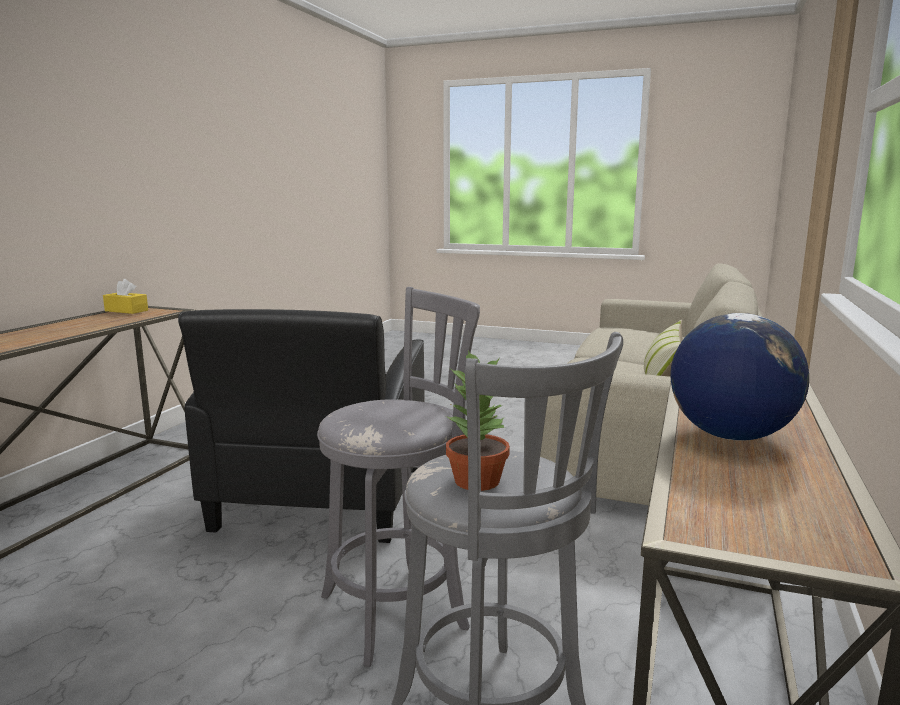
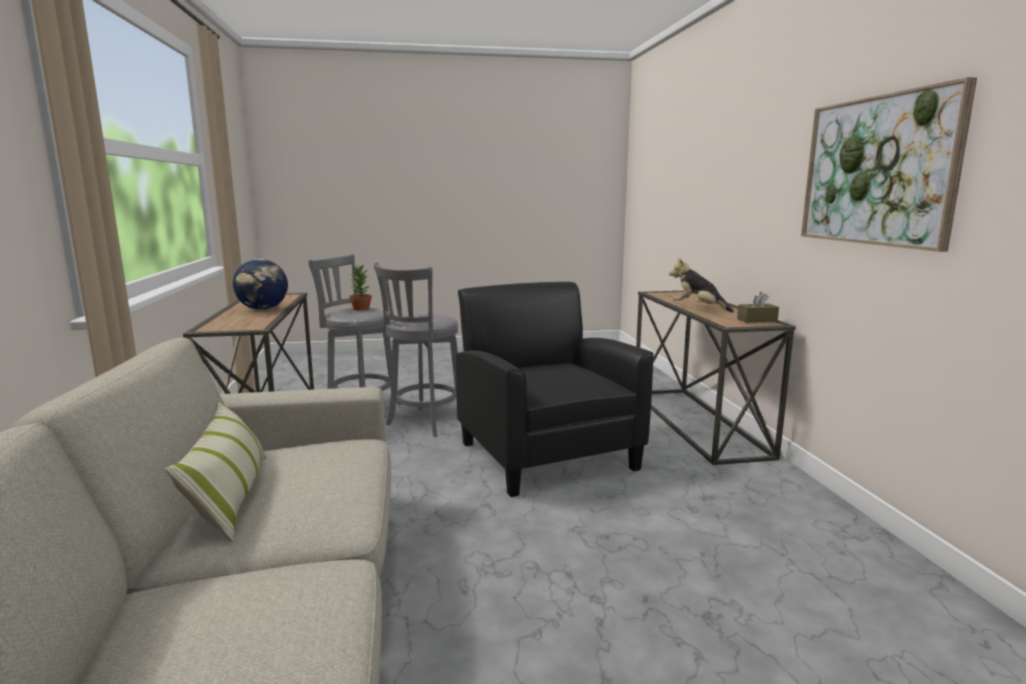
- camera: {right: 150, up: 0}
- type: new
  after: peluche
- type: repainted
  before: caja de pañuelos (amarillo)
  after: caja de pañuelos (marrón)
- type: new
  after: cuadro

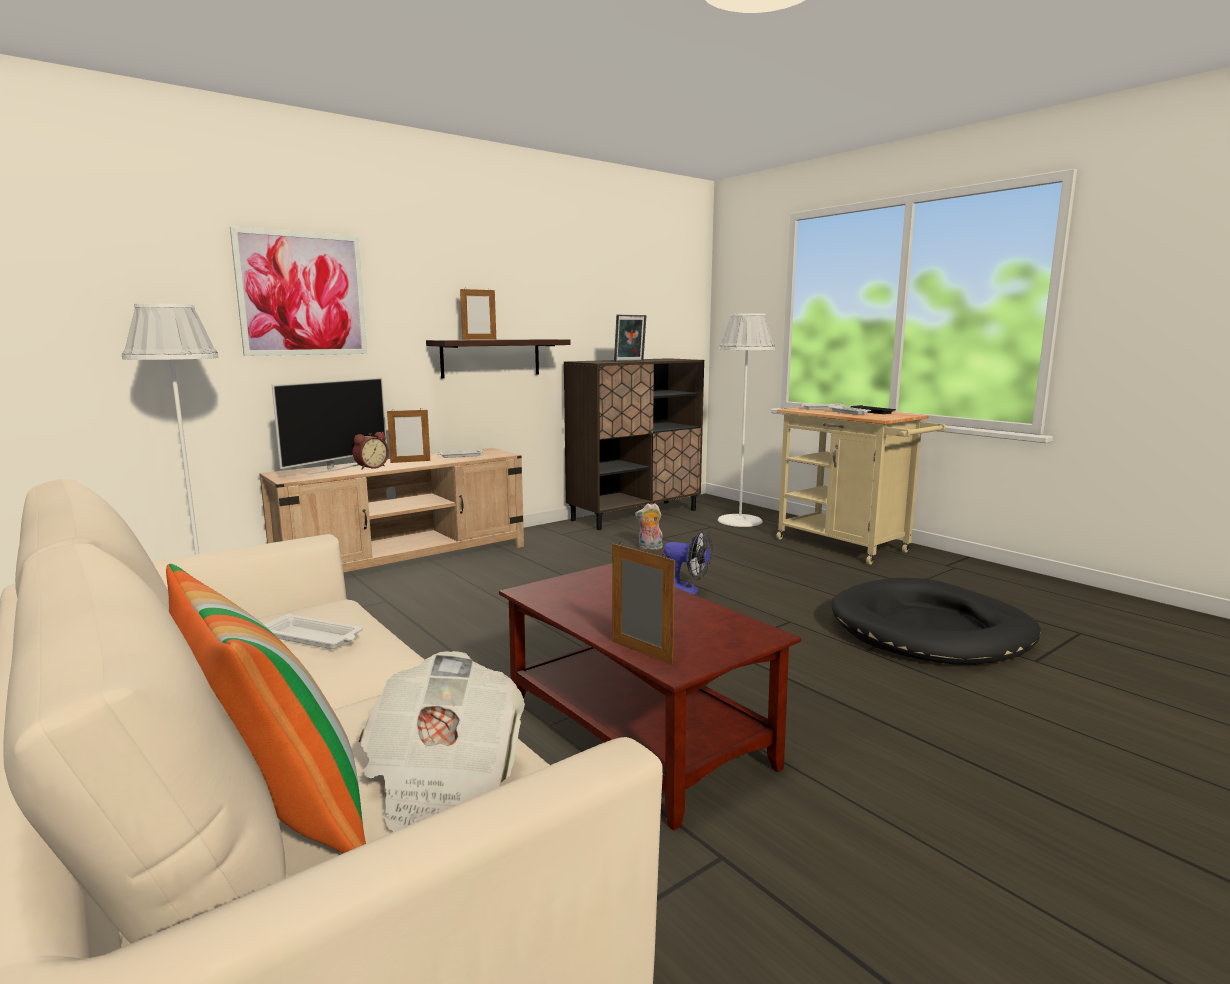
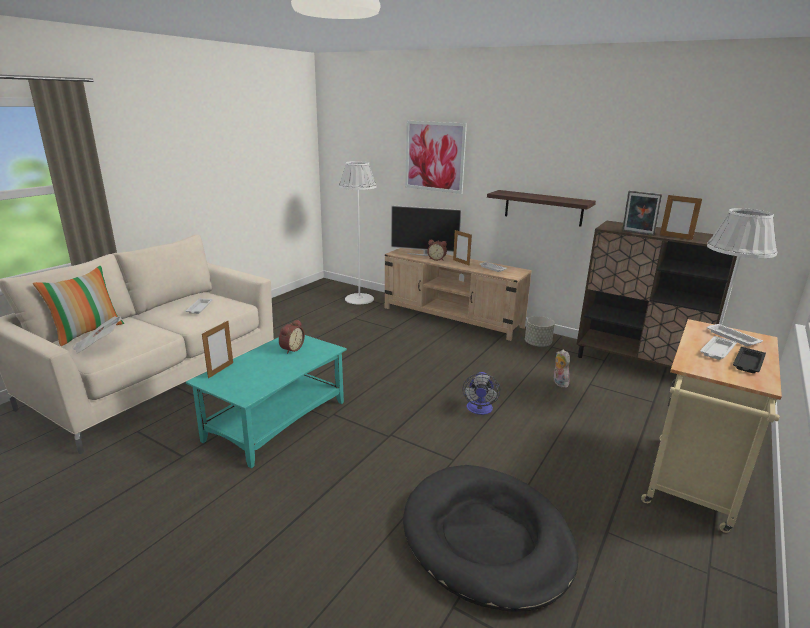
- camera: {right: 70, up: 10}
- type: repainted
  before: mesa de centro (marrón)
  after: mesa de centro (turquesa)
- type: new
  after: despertador (no. 1 from left)
- type: new
  after: maceta (gris)
- type: shifted
  before: portarretratos (no. 2 from left in the first image)
  after: portarretratos (no. 4 from left)

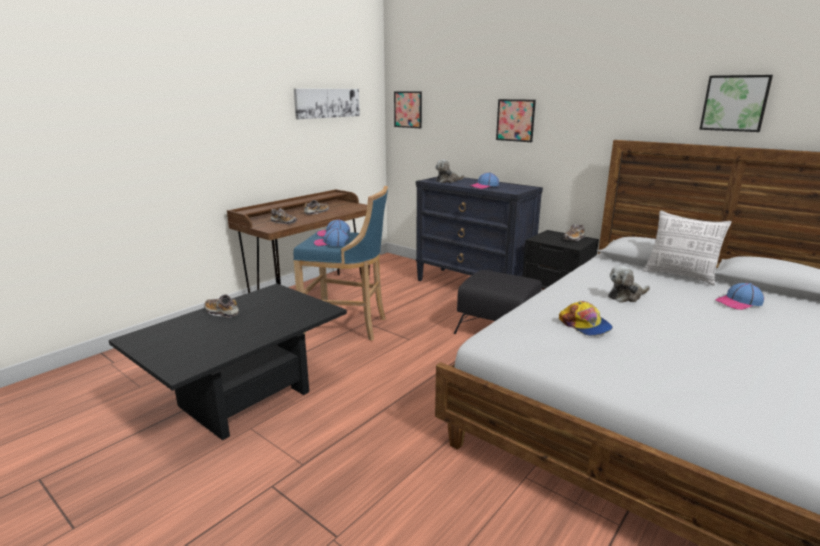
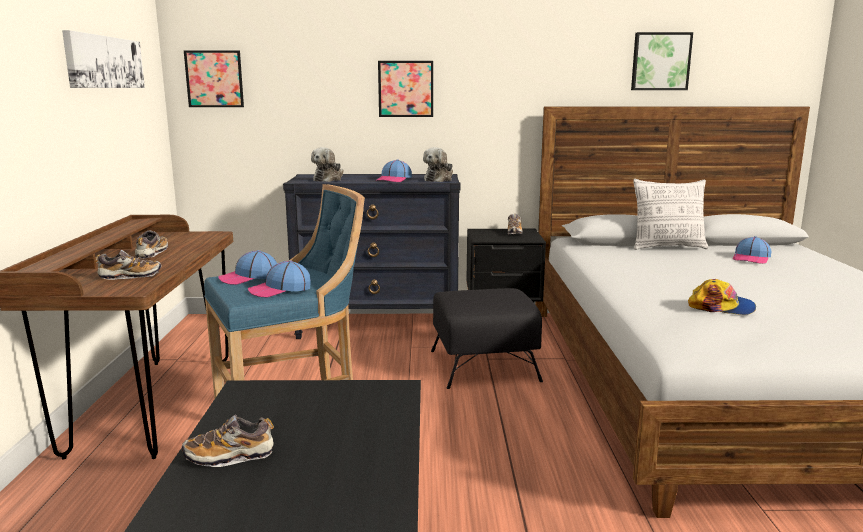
- camera: {right: -40, up: -5}
- type: shifted
  before: peluche (no. 2 from left)

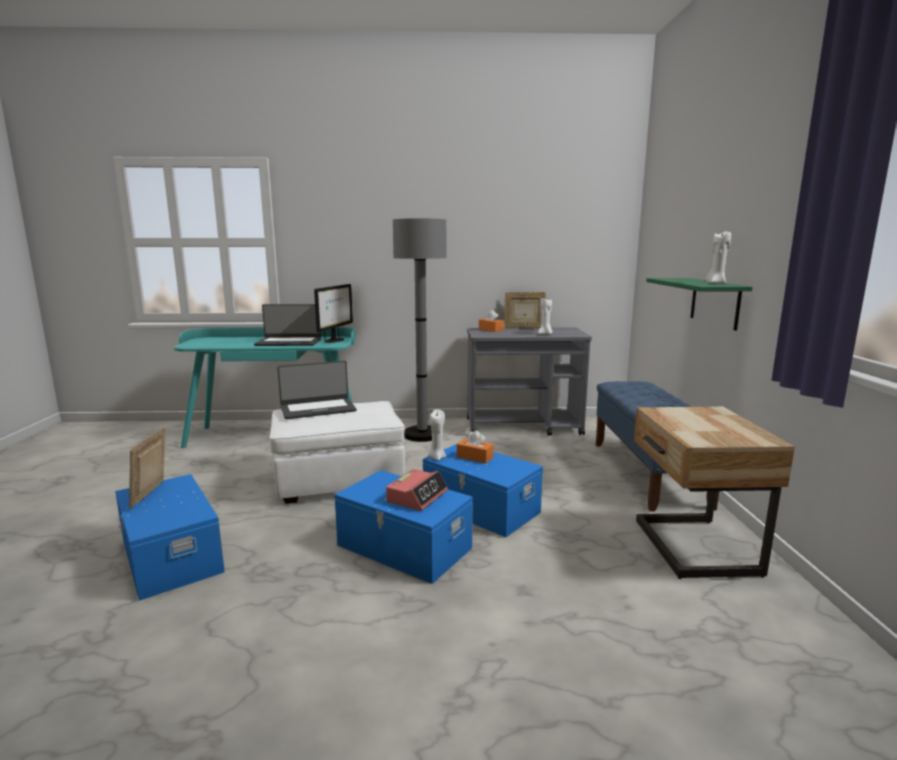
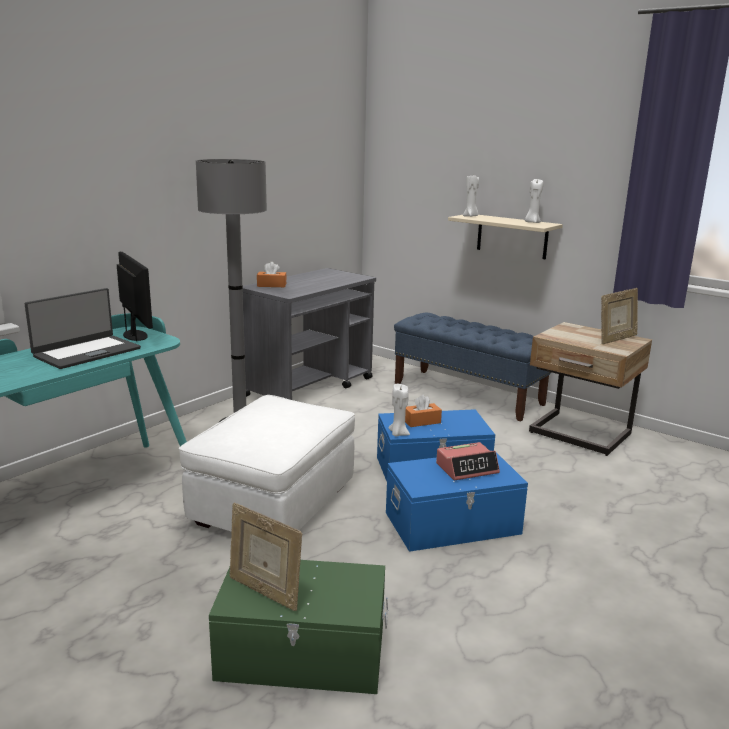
- camera: {right: -50, up: 5}
- type: repainted
  before: caja de almacenaje (azul) (no. 1 from left)
  after: caja de almacenaje (verde)
- type: rotated
  before: despertador
  turn: 90
- type: repainted
  before: estante (verde)
  after: estante (beis)
- type: shifted
  before: vela (blanco) (no. 2 from left)
- type: shifted
  before: portarretratos (no. 2 from left)
- type: gone
  before: portátil (no. 2 from left)

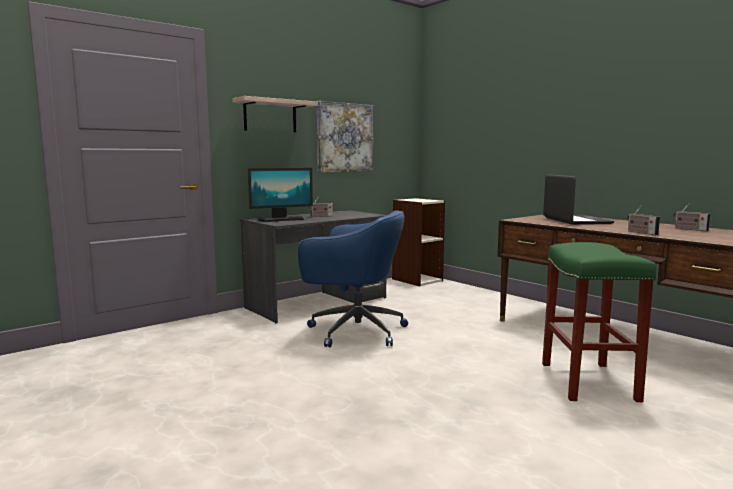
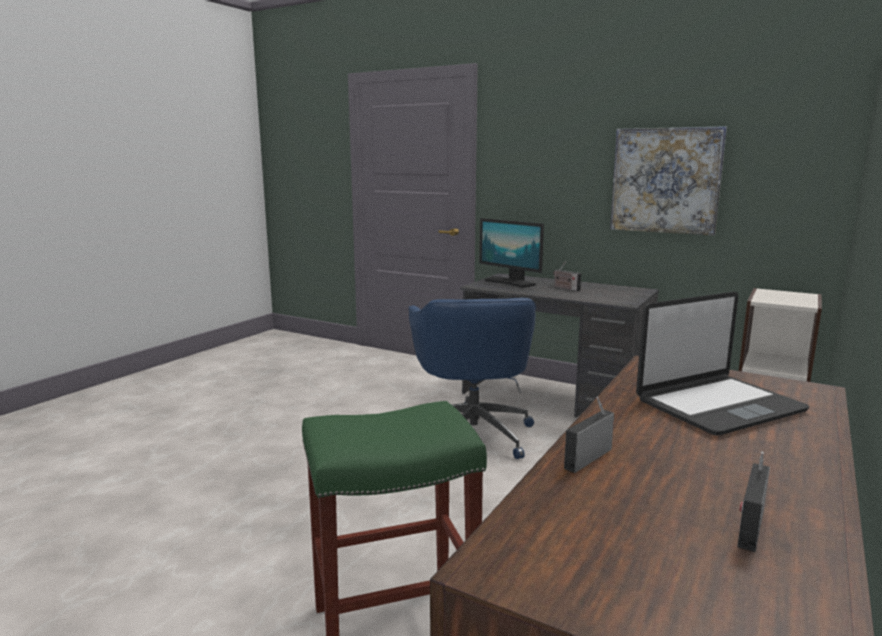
- camera: {right: 70, up: 5}
- type: gone
  before: estante

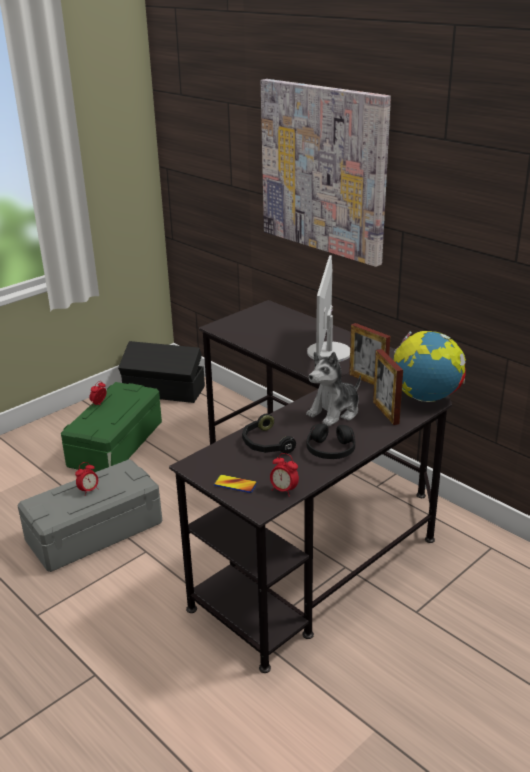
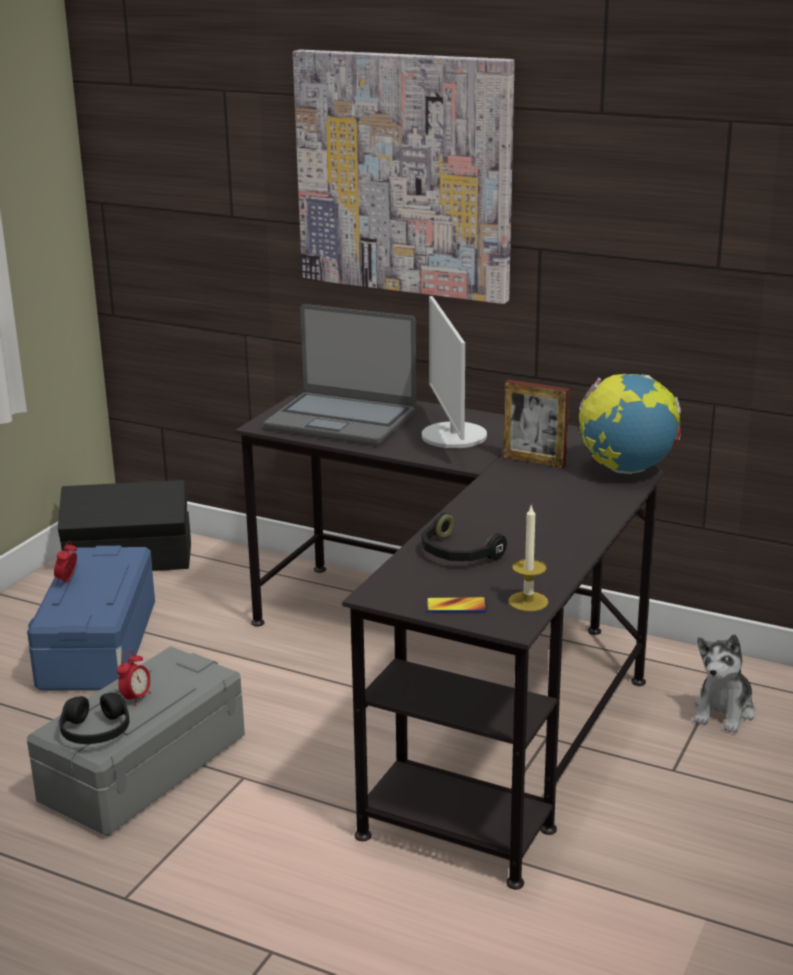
- camera: {right: -20, up: -5}
- type: repainted
  before: caja de almacenaje (verde)
  after: caja de almacenaje (azul)
- type: shifted
  before: auriculares (negro) (no. 2 from left in the first image)
  after: auriculares (negro) (no. 1 from left)
- type: new
  after: portátil
- type: swapped
  before: despertador (no. 3 from left)
  after: vela
- type: shifted
  before: peluche
- type: gone
  before: portarretratos (no. 2 from left)

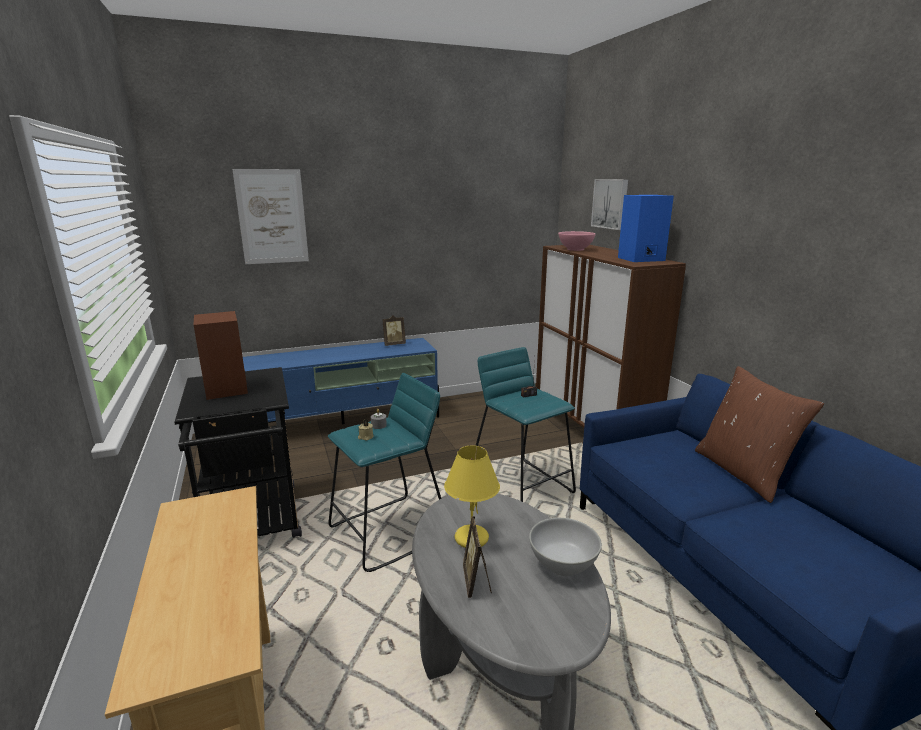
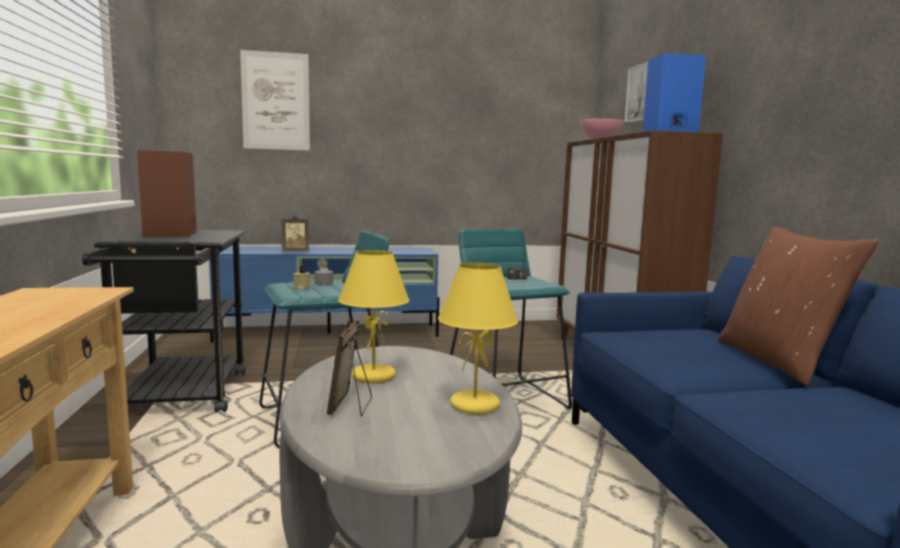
- camera: {right: 10, up: -10}
- type: shifted
  before: portarretratos (no. 1 from left)
- type: swapped
  before: cuenco (blanco)
  after: lámpara de mesa (amarillo) (no. 2 from left)

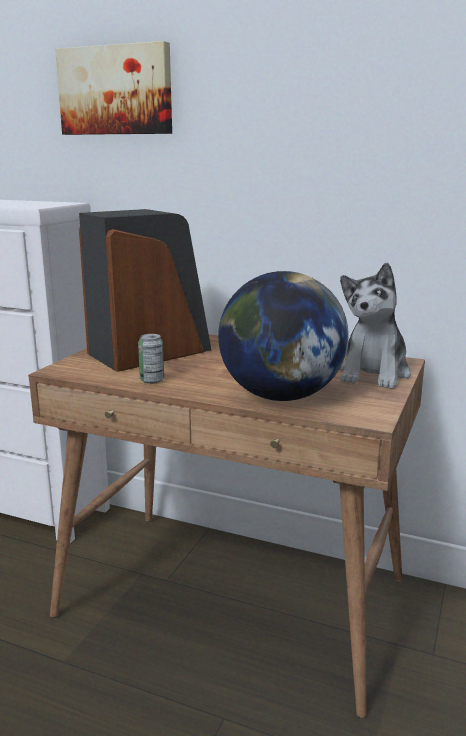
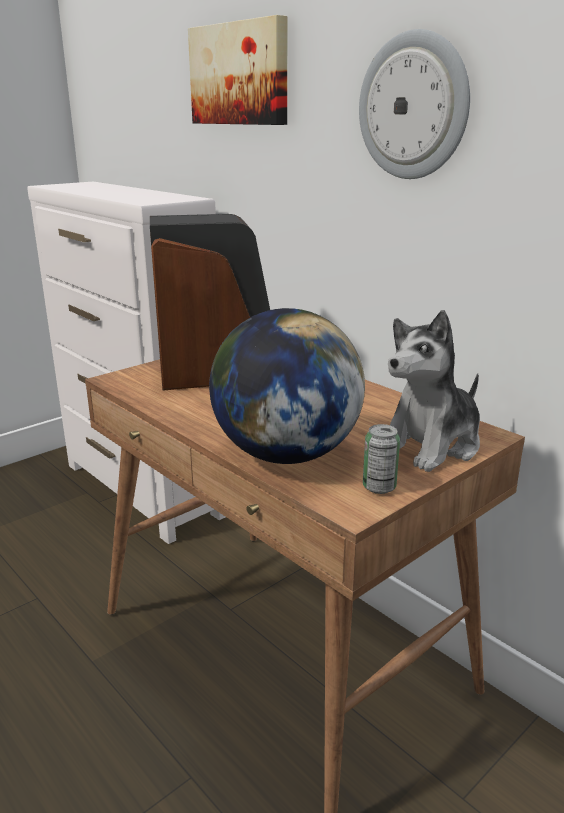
- camera: {right: 25, up: 5}
- type: new
  after: reloj de pared
- type: shifted
  before: lata

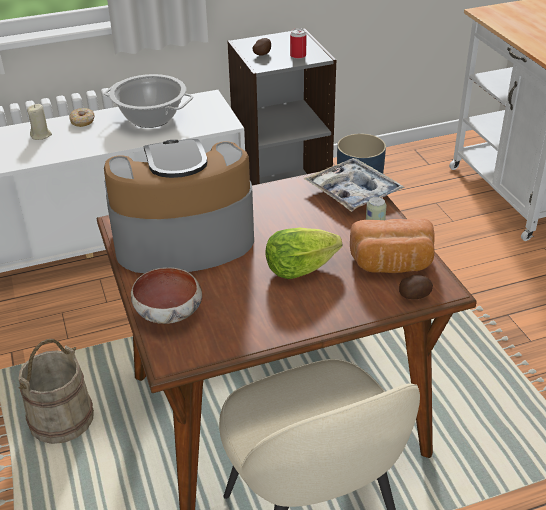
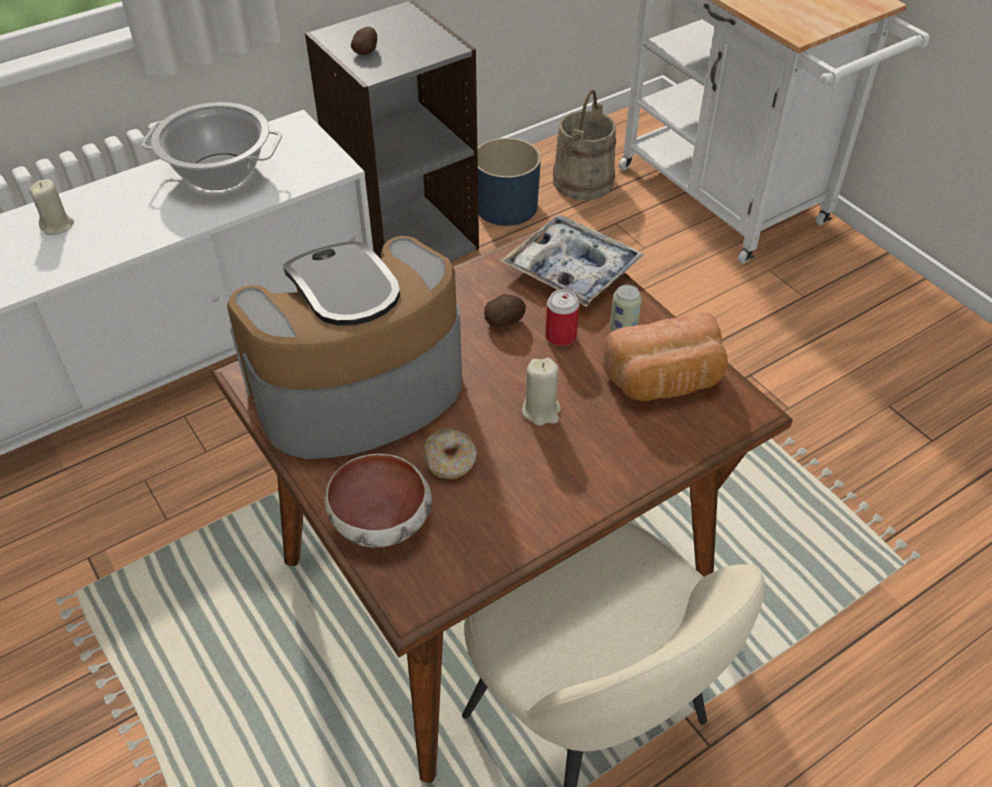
- camera: {right: -15, up: 10}
- type: shifted
  before: rosquilla
- type: shifted
  before: patata (no. 2 from left)
- type: swapped
  before: lechuga
  after: vela (beis) (no. 2 from left)
- type: shifted
  before: lata (no. 1 from left)
- type: shifted
  before: cubo (beis)

